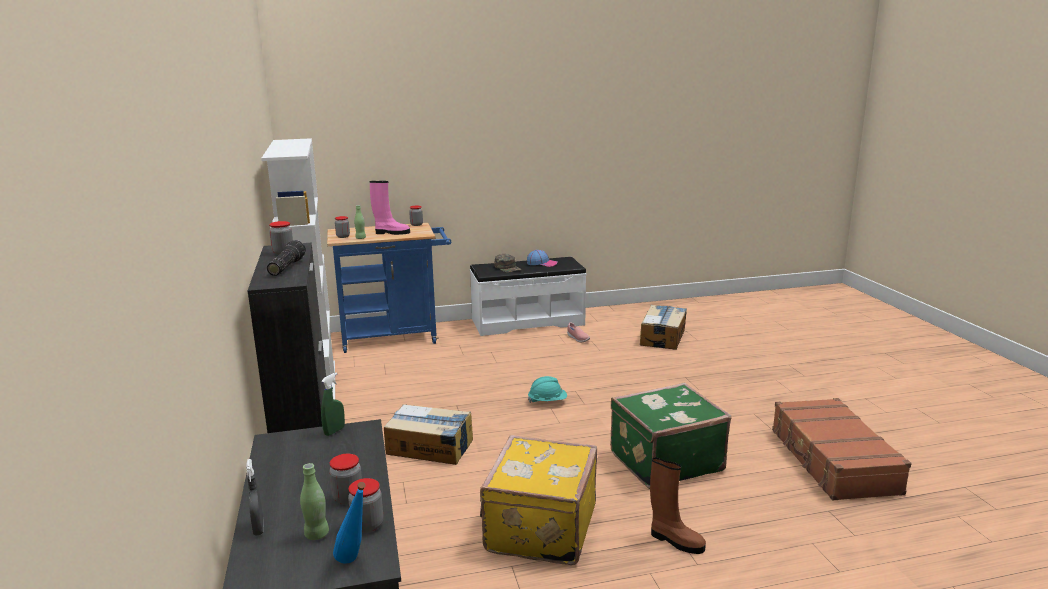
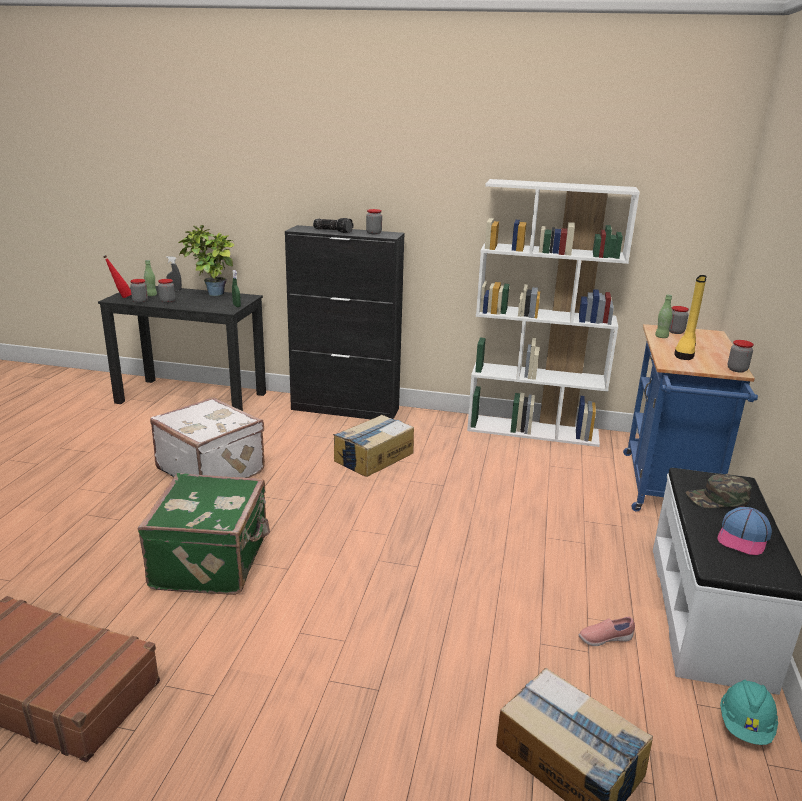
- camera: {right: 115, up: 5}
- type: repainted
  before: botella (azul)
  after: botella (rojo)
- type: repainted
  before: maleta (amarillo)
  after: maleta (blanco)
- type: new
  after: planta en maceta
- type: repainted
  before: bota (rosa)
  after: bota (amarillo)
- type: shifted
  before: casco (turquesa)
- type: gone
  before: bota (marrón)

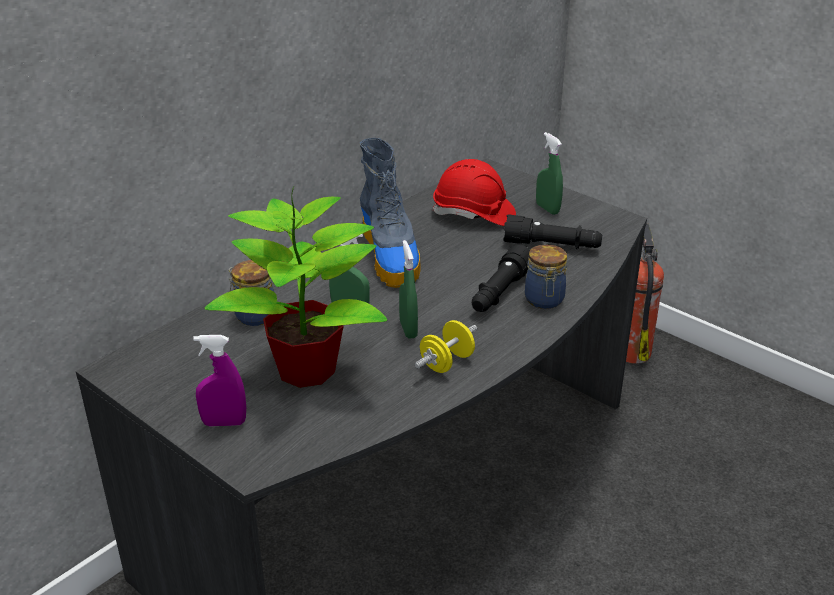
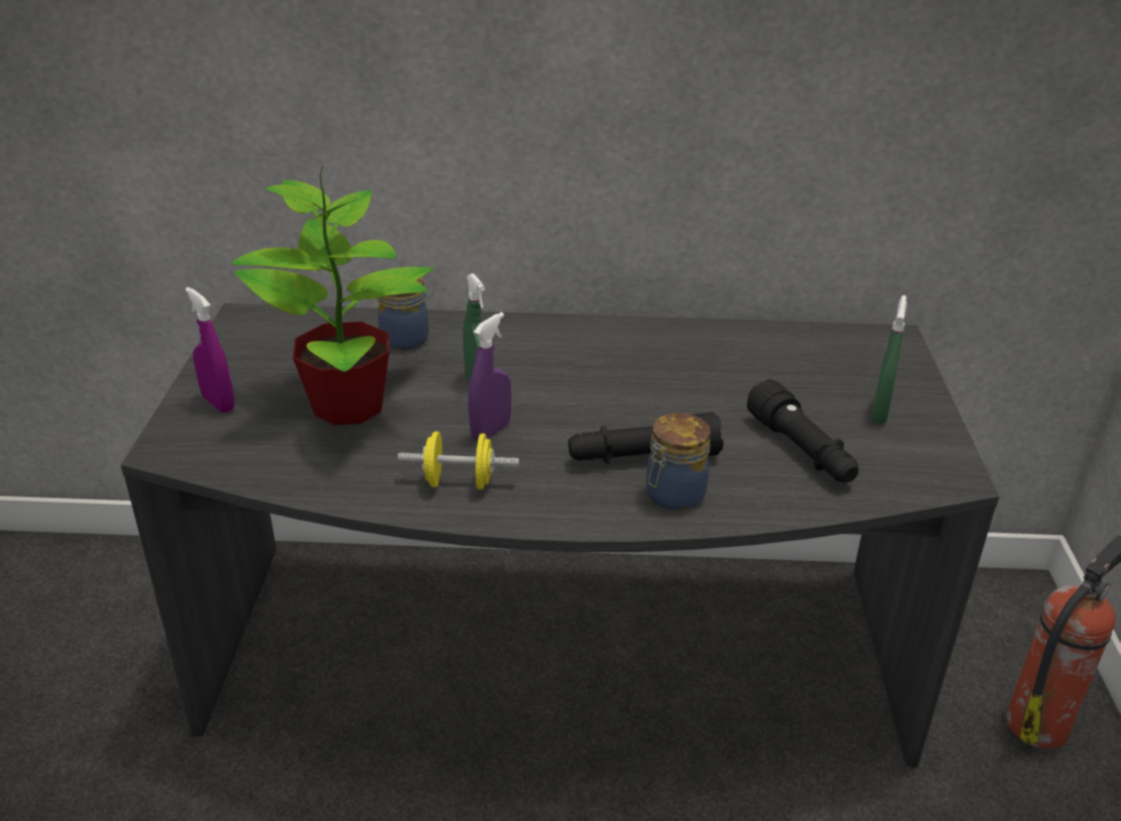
- camera: {right: 50, up: 0}
- type: repainted
  before: pulverizador (verde) (no. 2 from left)
  after: pulverizador (morado) (no. 2 from left)
- type: gone
  before: bota
- type: gone
  before: casco (rojo)

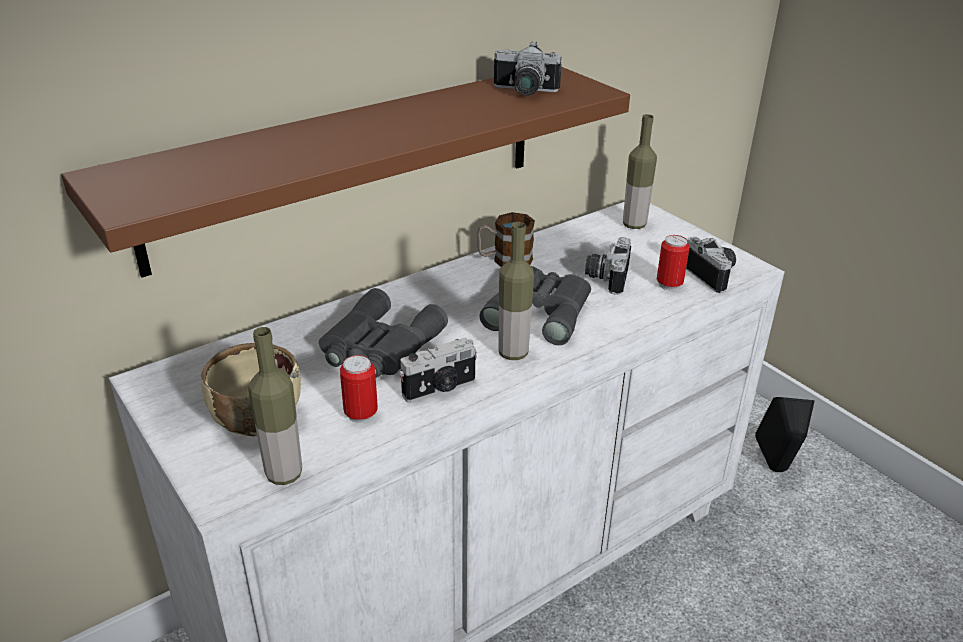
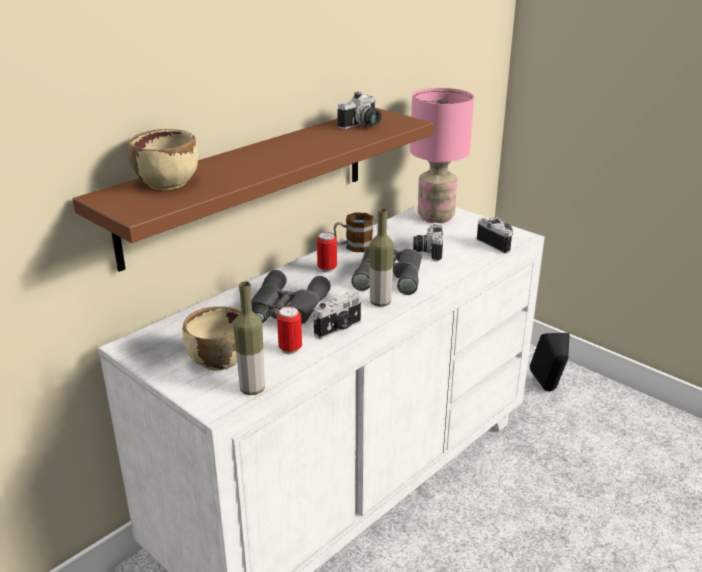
- camera: {right: -10, up: -5}
- type: new
  after: cuenco (beis) (no. 1 from left)
- type: shifted
  before: lata (no. 2 from left)
- type: rotated
  before: cámara (no. 2 from left)
  turn: -45
- type: swapped
  before: botella (no. 3 from left)
  after: lámpara de mesa (rosa)

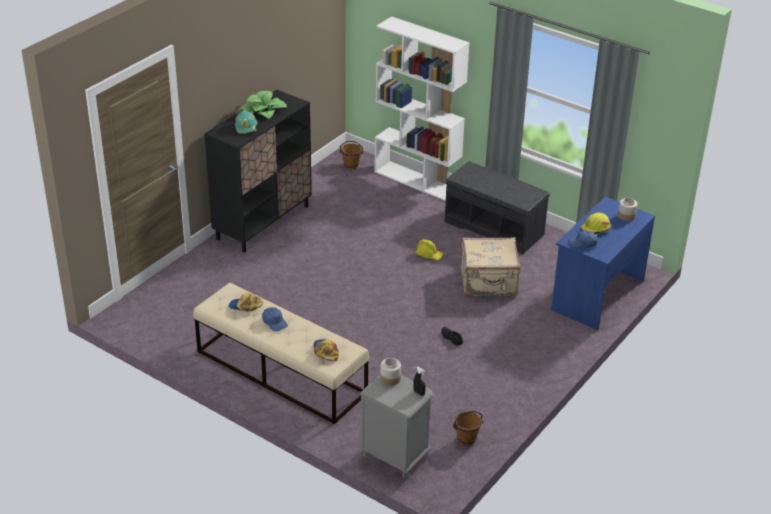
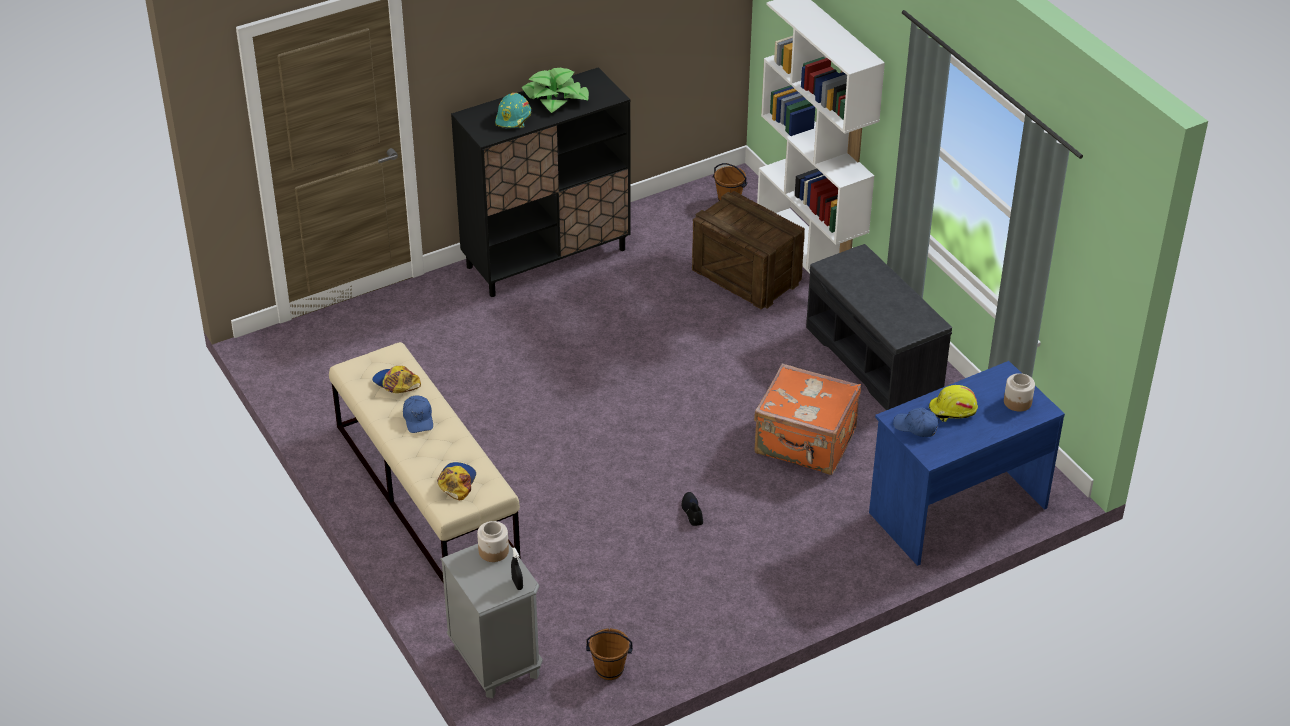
- camera: {right: 25, up: 5}
- type: new
  after: caja de embalaje
- type: repainted
  before: maleta (beis)
  after: maleta (naranja)
- type: gone
  before: casco (amarillo) (no. 1 from left)

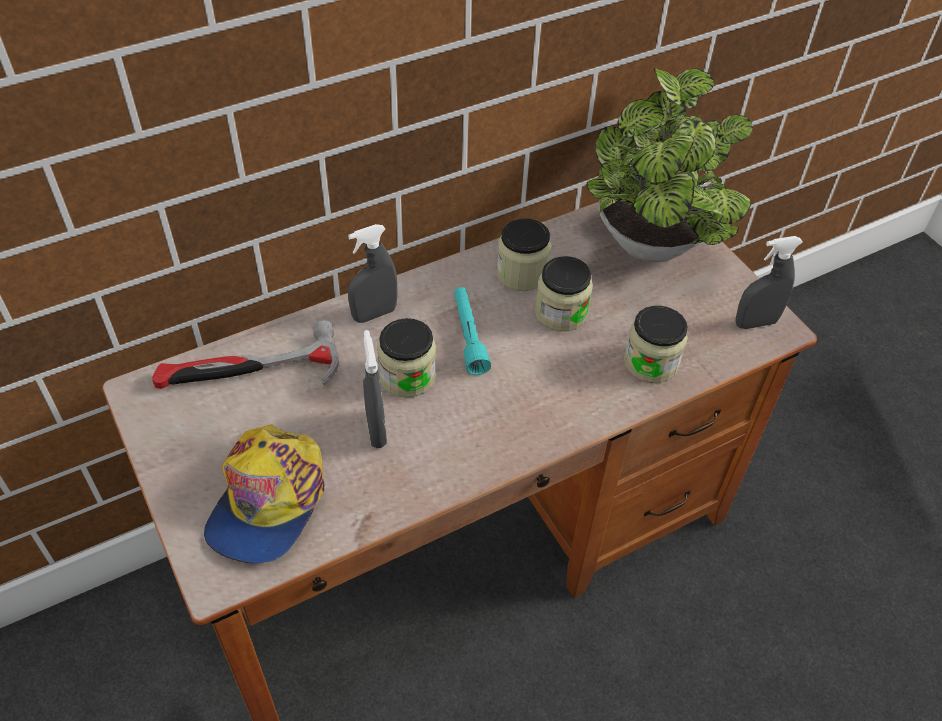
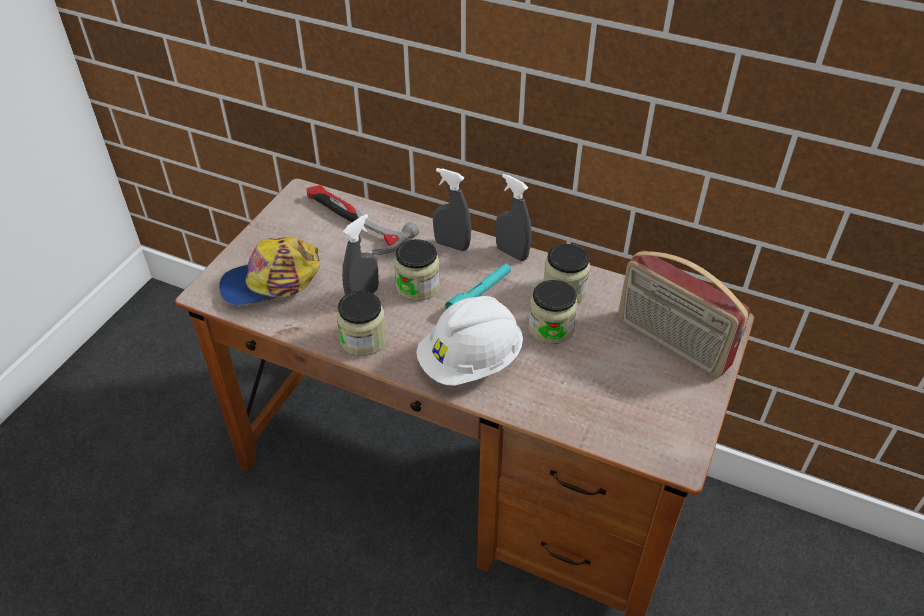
- camera: {right: 55, up: -5}
- type: shifted
  before: tarro (no. 4 from left in the first image)
  after: tarro (no. 1 from left)
- type: new
  after: casco (blanco)
- type: shifted
  before: pulverizador (gris) (no. 3 from left)
- type: swapped
  before: planta en maceta
  after: radio

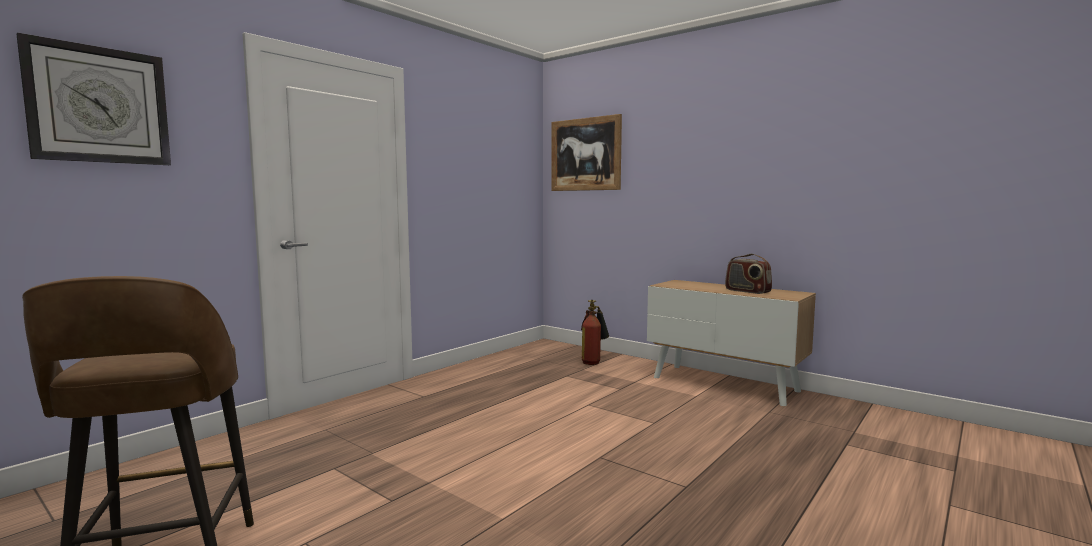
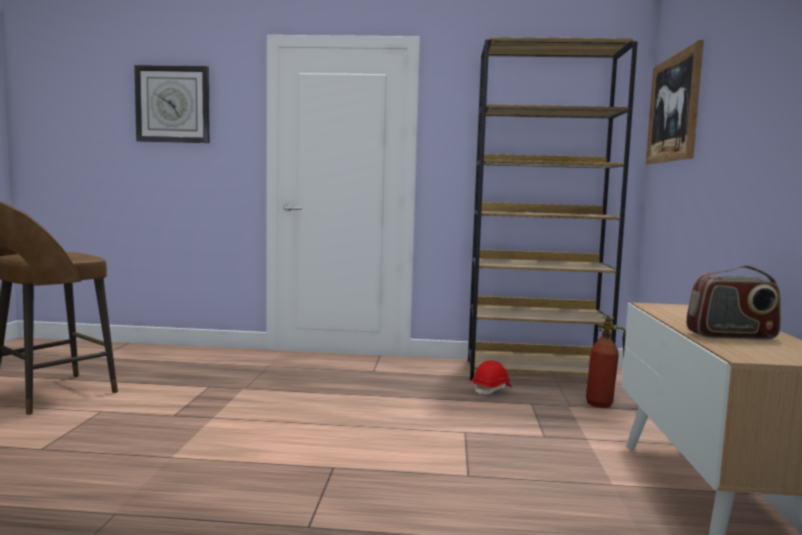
- camera: {right: 55, up: 0}
- type: new
  after: estantería (marrón)
- type: new
  after: casco (rojo)
- type: rotated
  before: radio
  turn: -105

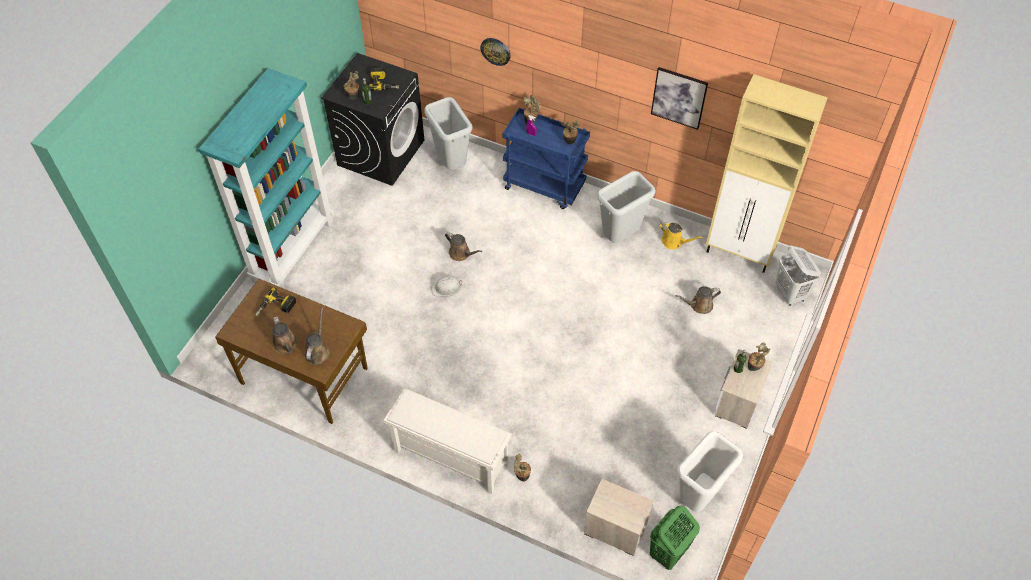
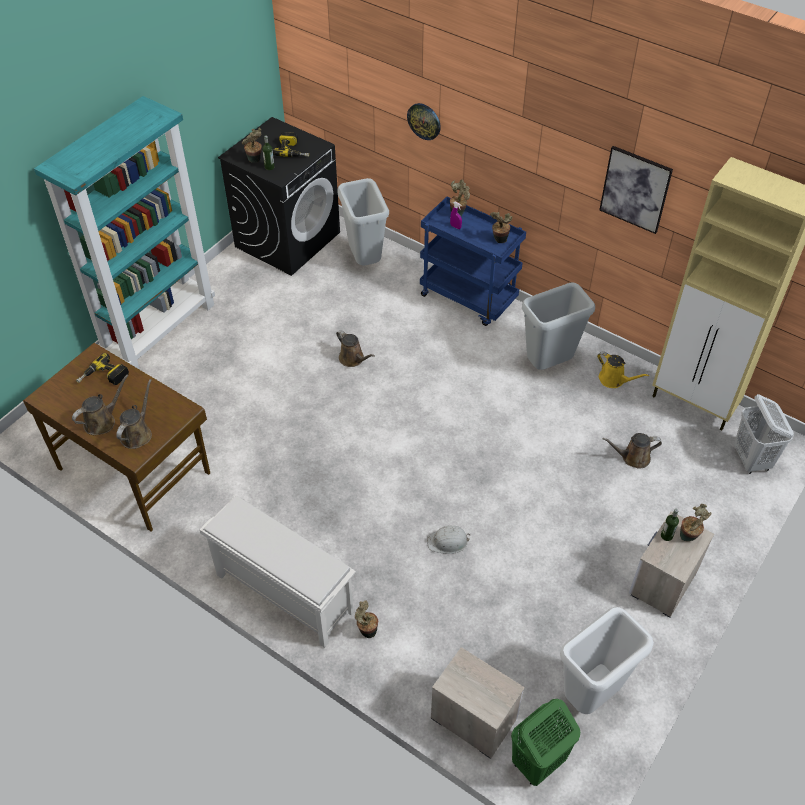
- camera: {right: 10, up: -5}
- type: rotated
  before: regadera (marrón) (no. 1 from left)
  turn: -120
- type: shifted
  before: casco (blanco)

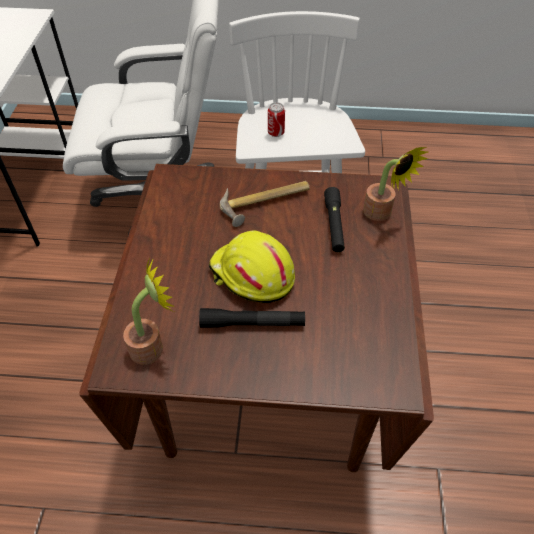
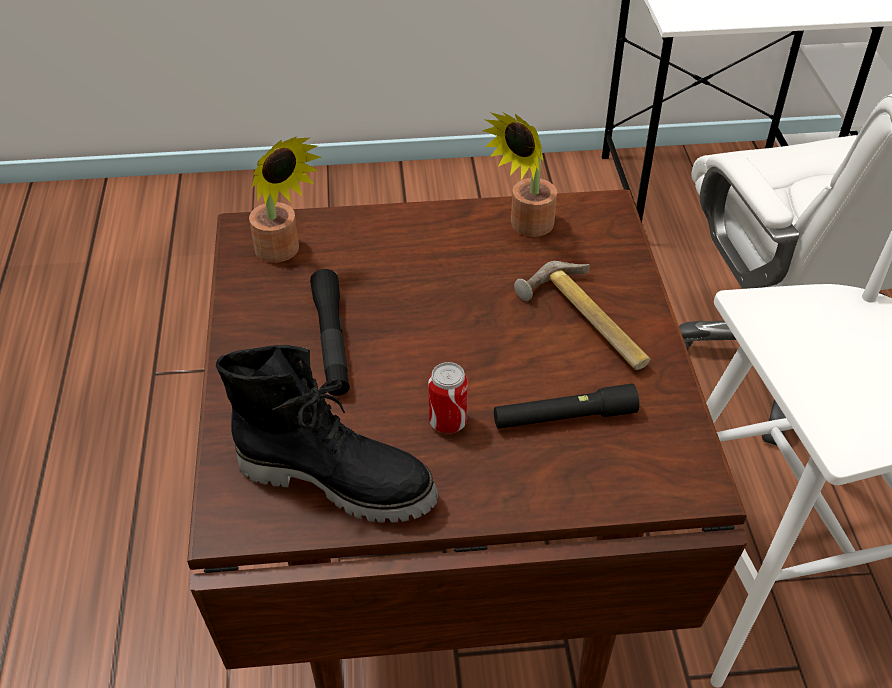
- camera: {right: 80, up: -5}
- type: new
  after: bota (negro)
- type: shifted
  before: lata
- type: shifted
  before: planta en maceta (no. 2 from left)
- type: gone
  before: casco (amarillo)

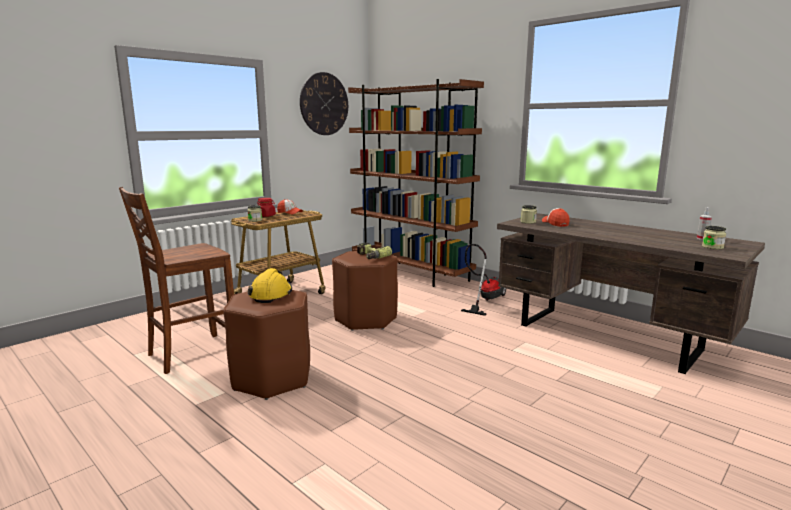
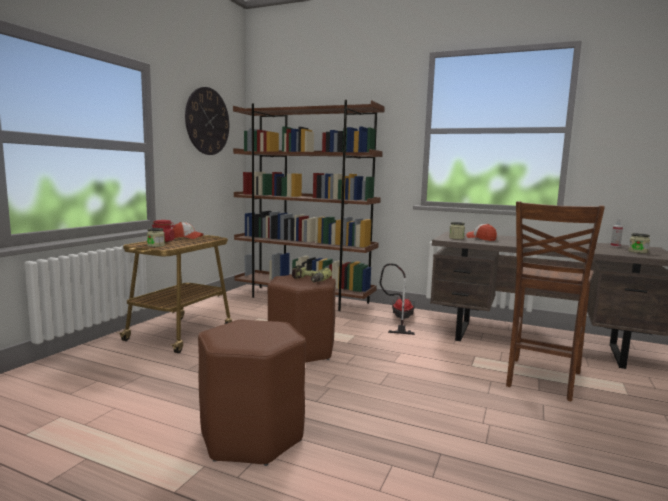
- camera: {right: -20, up: -5}
- type: shifted
  before: silla (marrón)
- type: gone
  before: casco (amarillo)

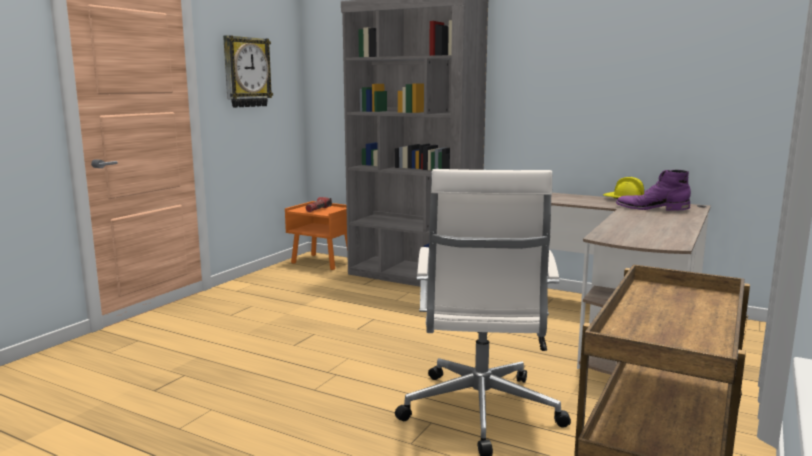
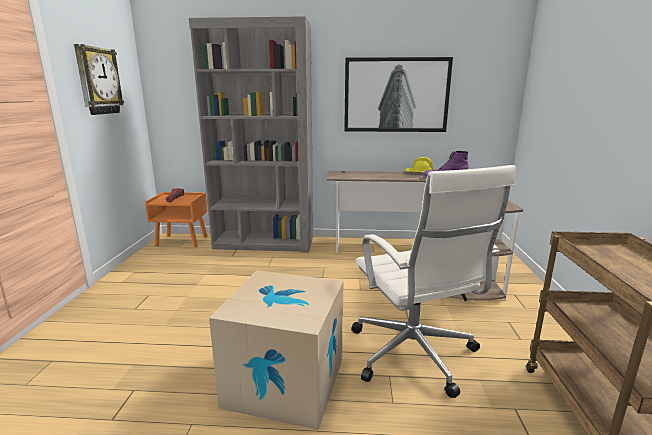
- camera: {right: -25, up: 5}
- type: new
  after: caja de cartón
- type: new
  after: cuadro

